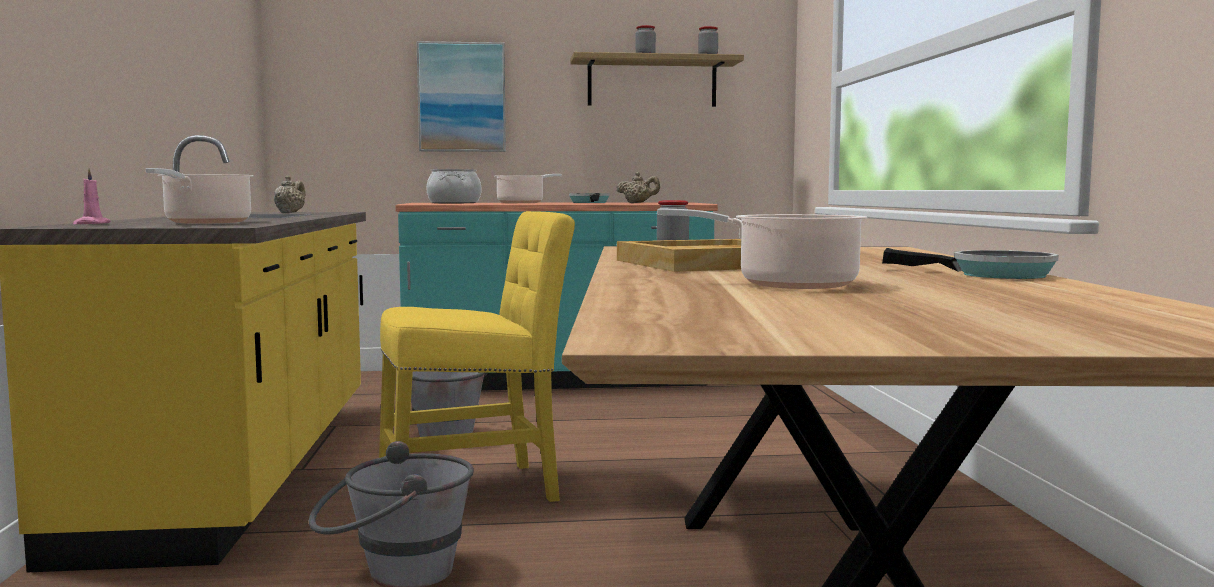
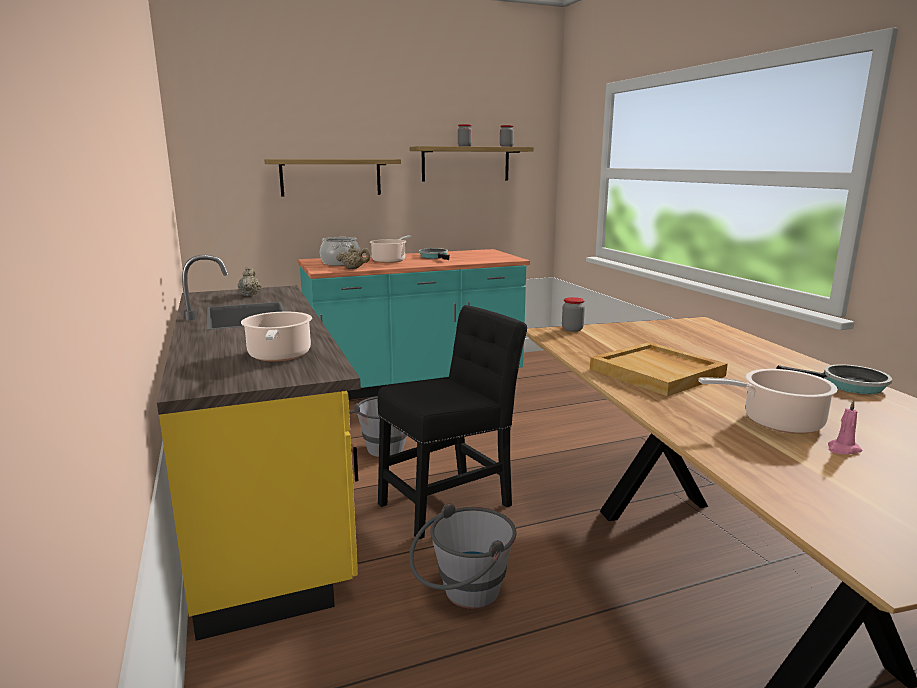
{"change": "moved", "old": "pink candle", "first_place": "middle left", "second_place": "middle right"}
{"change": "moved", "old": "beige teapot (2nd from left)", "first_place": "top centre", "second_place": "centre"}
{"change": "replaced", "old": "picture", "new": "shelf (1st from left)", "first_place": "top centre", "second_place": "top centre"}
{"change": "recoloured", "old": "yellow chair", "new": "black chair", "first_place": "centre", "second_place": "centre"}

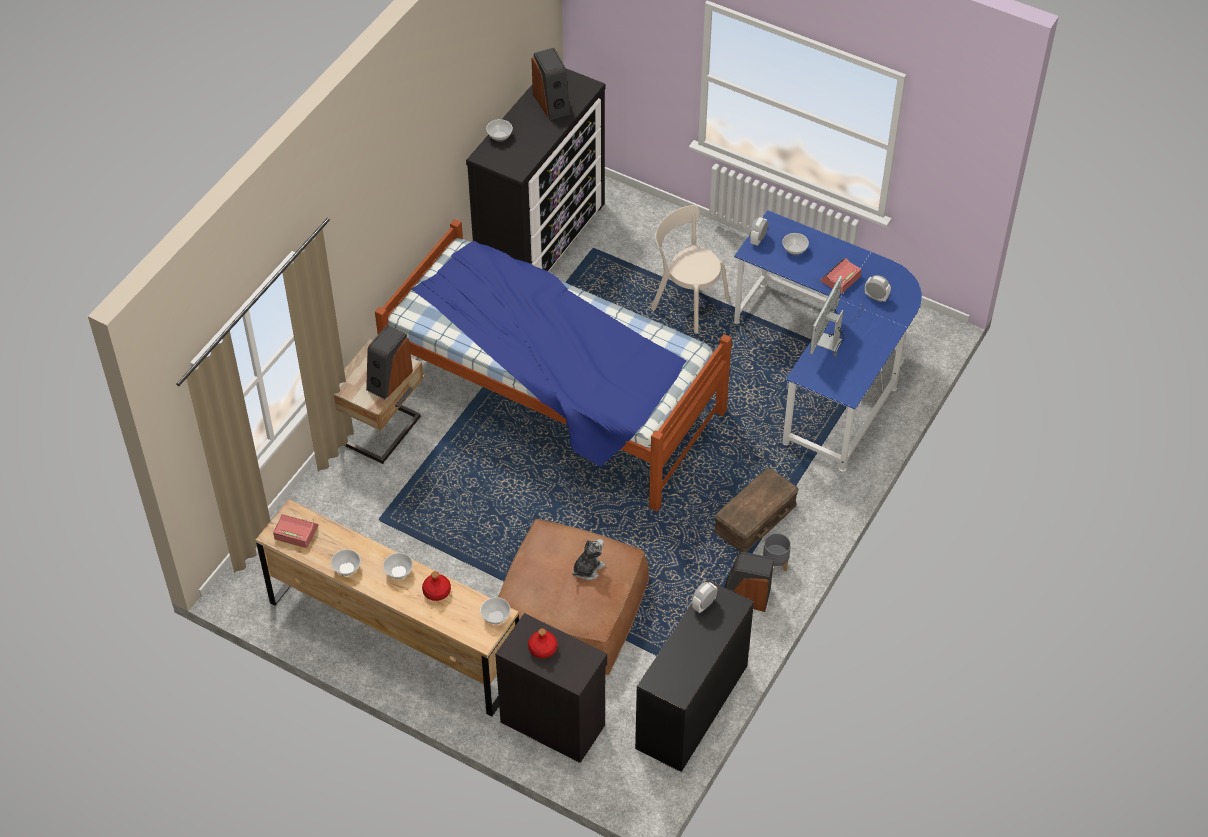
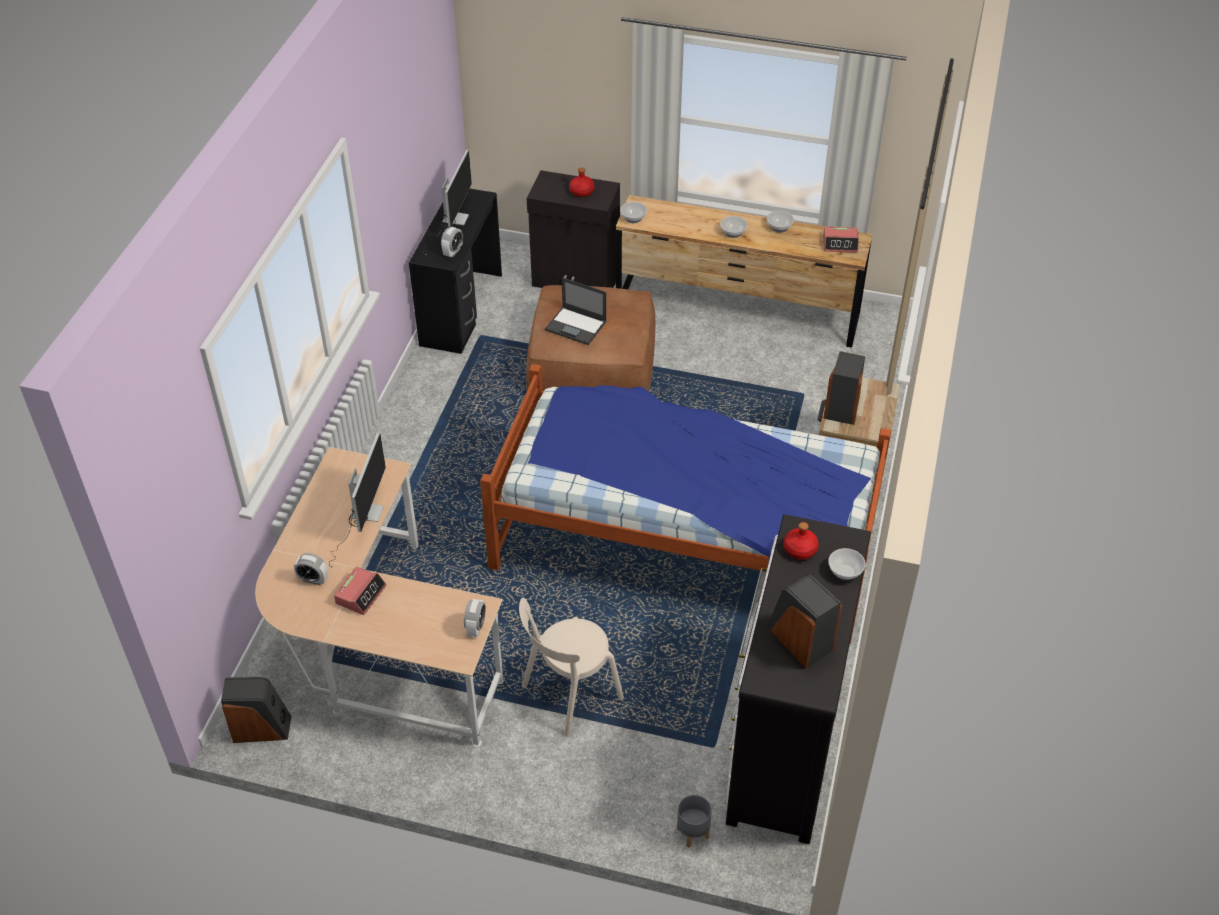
{"change": "removed", "old": "brown storage box", "first_place": "centre"}
{"change": "removed", "old": "bowl (5th from left)", "first_place": "top centre"}
{"change": "added", "new": "monitor (2nd from left)", "second_place": "top centre"}
{"change": "moved", "old": "red bottle (1st from left in the first image)", "new": "red bottle (2nd from left)", "first_place": "bottom centre", "second_place": "centre"}
{"change": "moved", "old": "speaker (3rd from left in the first image)", "new": "speaker (1st from left)", "first_place": "bottom centre", "second_place": "bottom left"}
{"change": "moved", "old": "grey planter", "first_place": "centre", "second_place": "bottom centre"}
{"change": "replaced", "old": "plush toy", "new": "laptop", "first_place": "bottom centre", "second_place": "centre"}
{"change": "recoloured", "old": "blue desk", "new": "beige desk", "first_place": "middle right", "second_place": "middle left"}
{"change": "turned", "old": "beige chair", "first_place": "top centre", "second_place": "bottom centre", "degrees": 120}

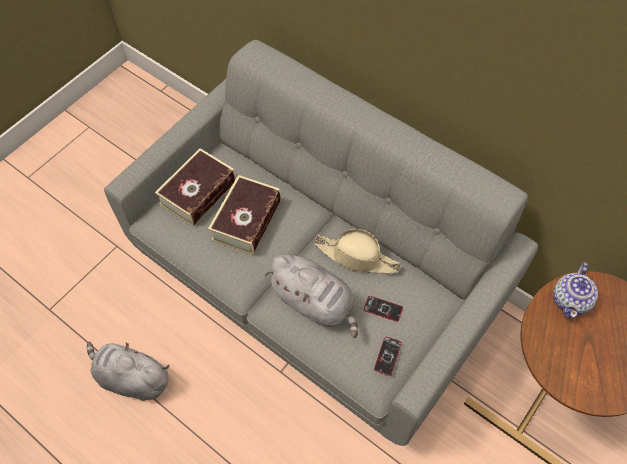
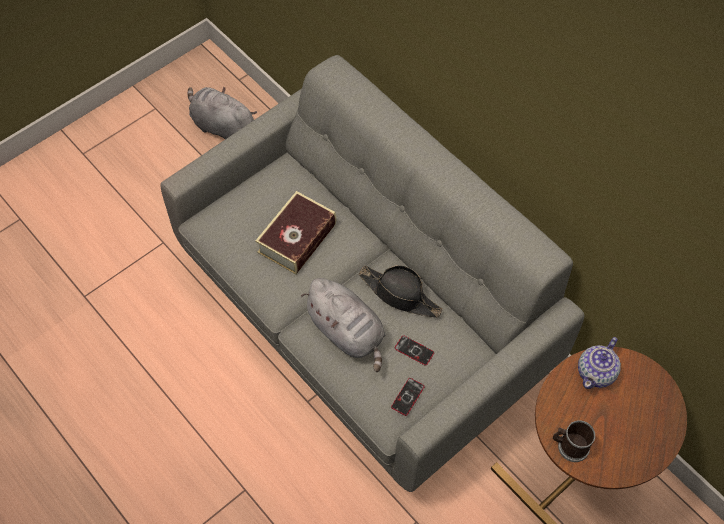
{"change": "removed", "old": "book (1st from left)", "first_place": "middle left"}
{"change": "added", "new": "mug", "second_place": "bottom right"}
{"change": "moved", "old": "grey plush toy (1st from left)", "first_place": "bottom left", "second_place": "top left"}
{"change": "recoloured", "old": "beige hat", "new": "black hat", "first_place": "centre", "second_place": "centre"}

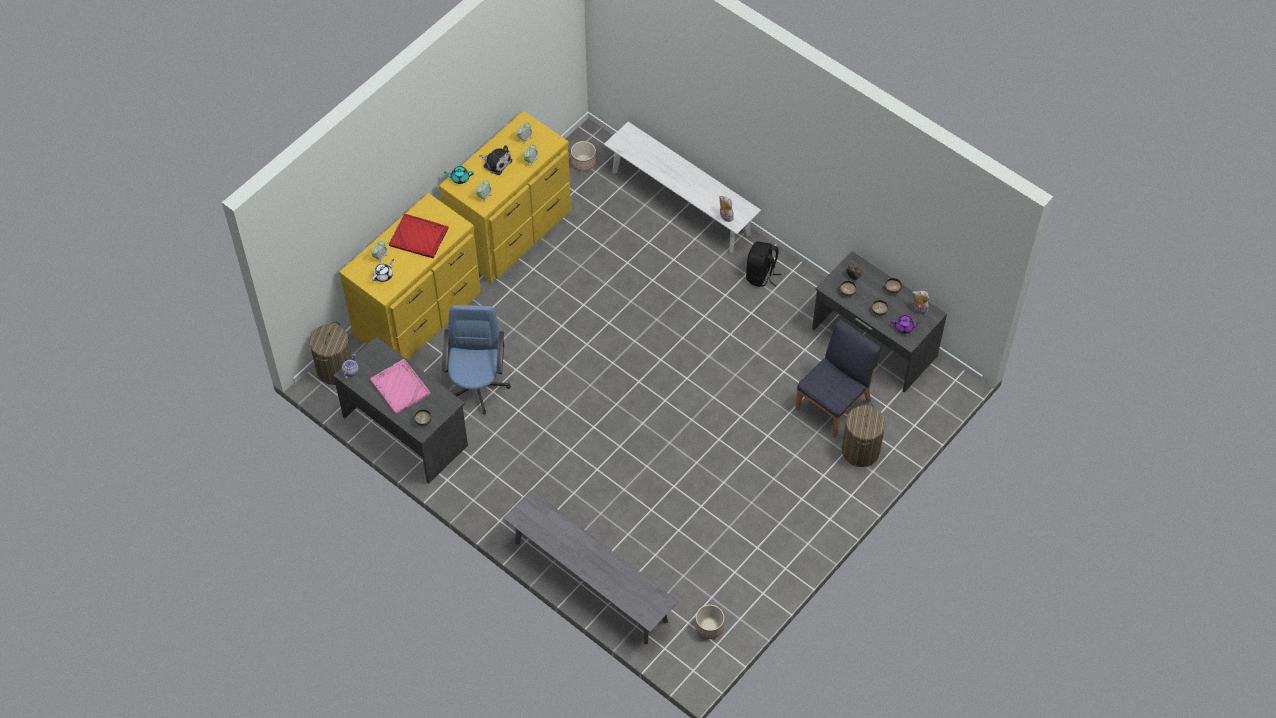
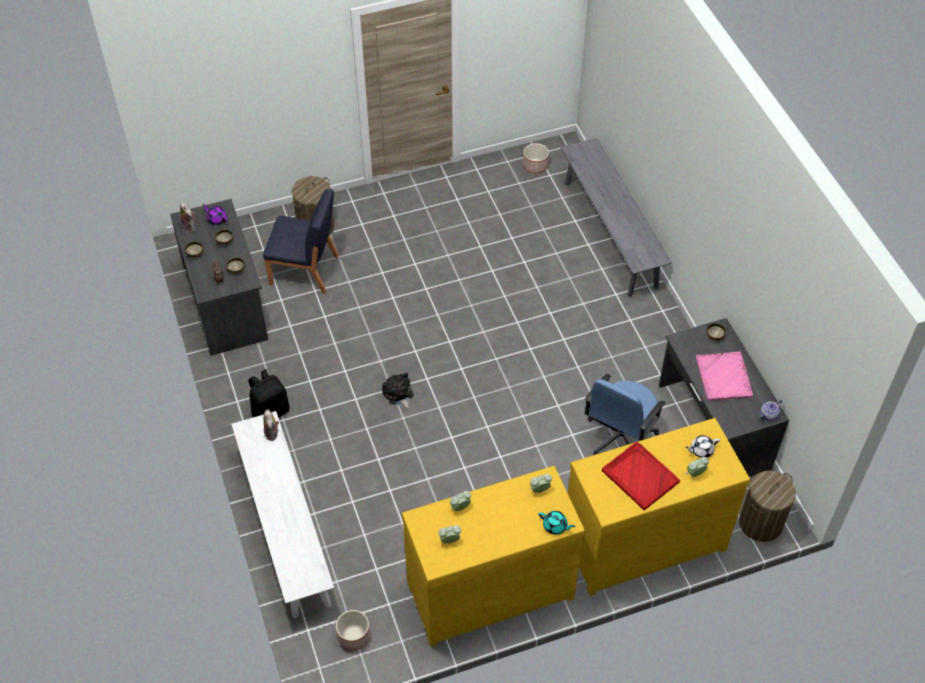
{"change": "moved", "old": "plush toy (1st from left in the first image)", "new": "plush toy (3rd from left)", "first_place": "top centre", "second_place": "centre"}
{"change": "turned", "old": "blue chair", "first_place": "centre", "second_place": "middle left", "degrees": -150}

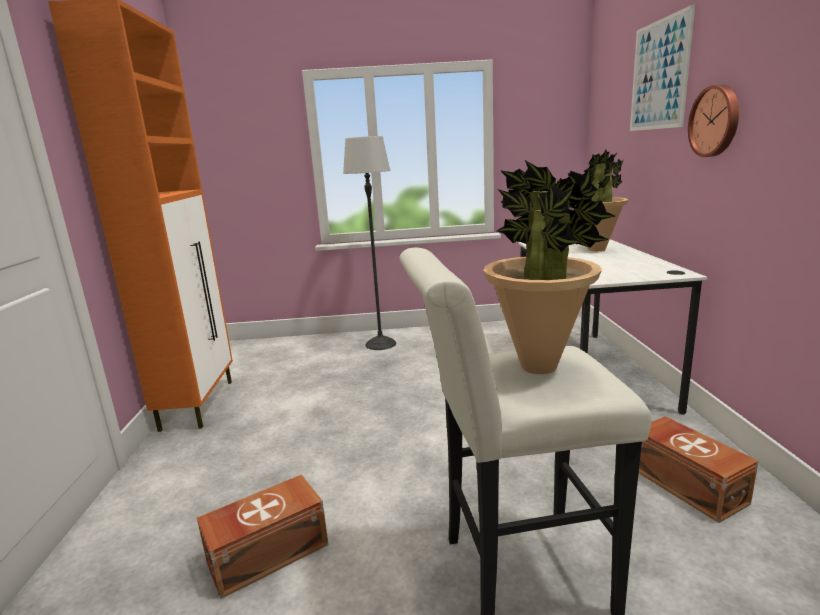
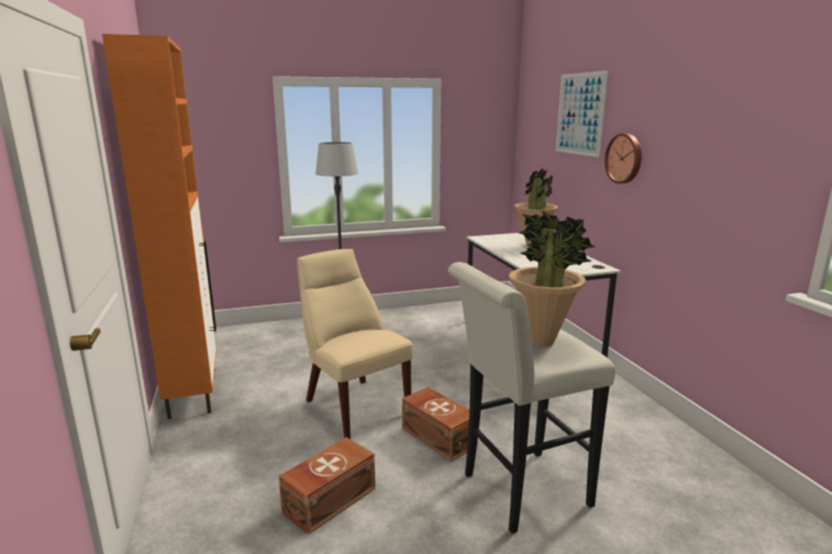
{"change": "added", "new": "beige chair", "second_place": "centre"}
{"change": "moved", "old": "brown storage box (2nd from left)", "first_place": "bottom right", "second_place": "bottom centre"}

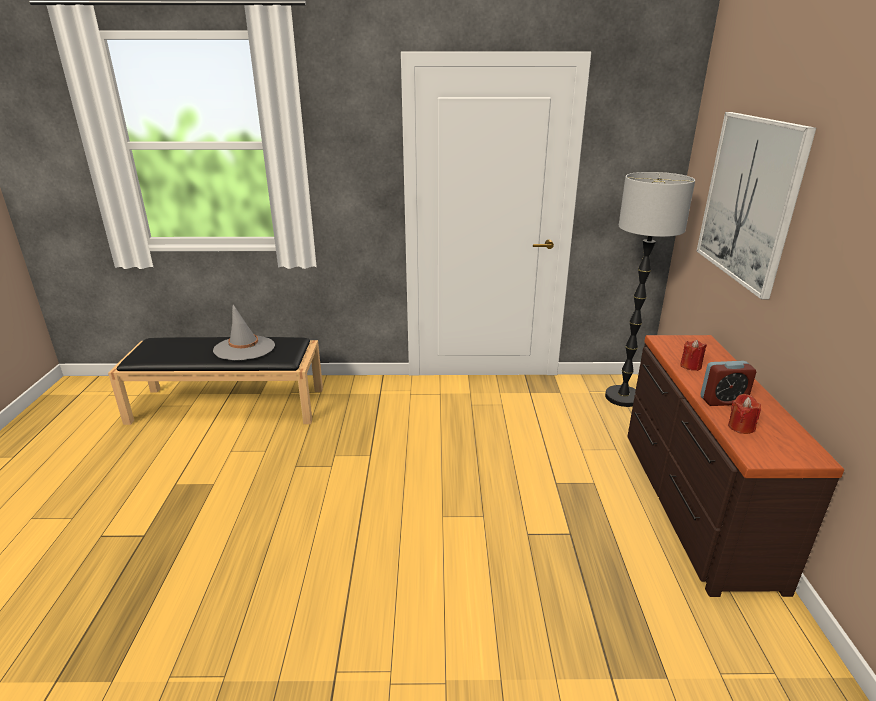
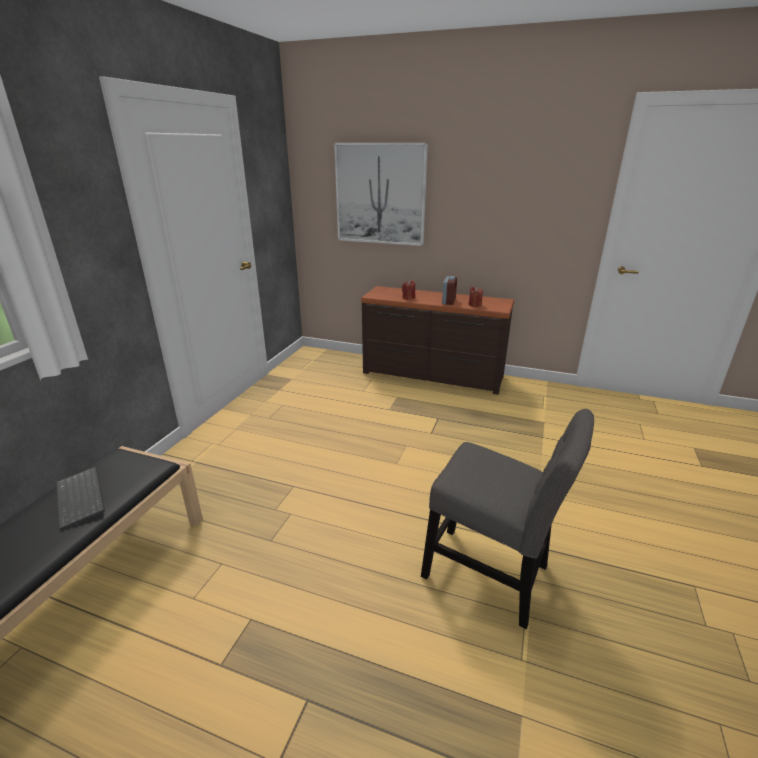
{"change": "removed", "old": "floor lamp", "first_place": "middle right"}
{"change": "added", "new": "grey chair", "second_place": "bottom right"}
{"change": "replaced", "old": "grey hat", "new": "keyboard", "first_place": "middle left", "second_place": "middle left"}

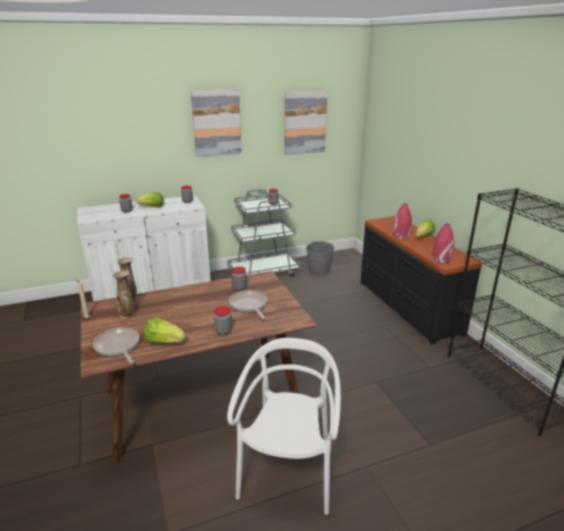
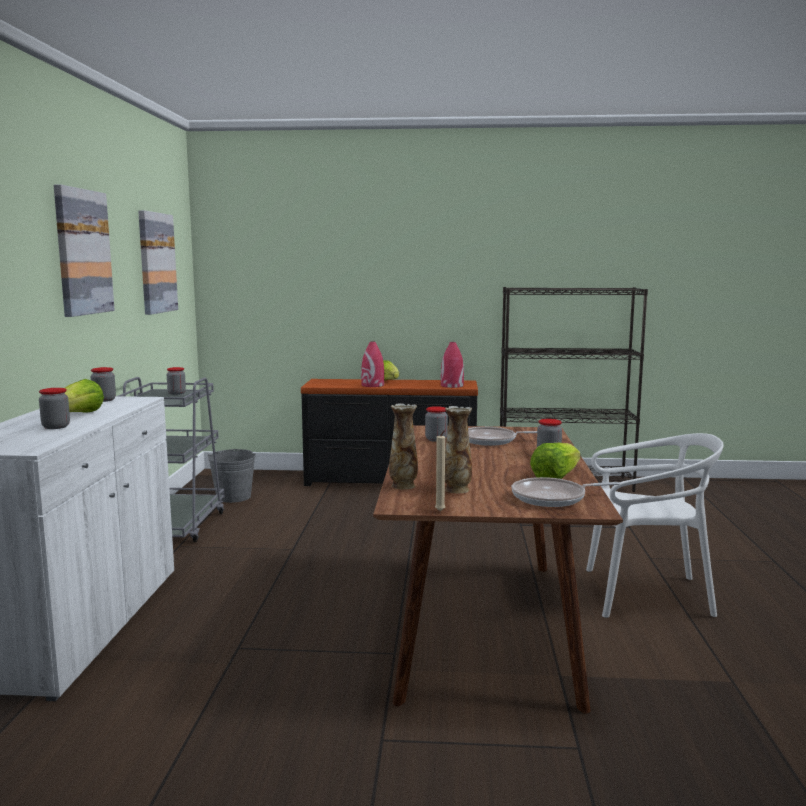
{"change": "turned", "old": "white chair", "first_place": "bottom centre", "second_place": "middle right", "degrees": 150}

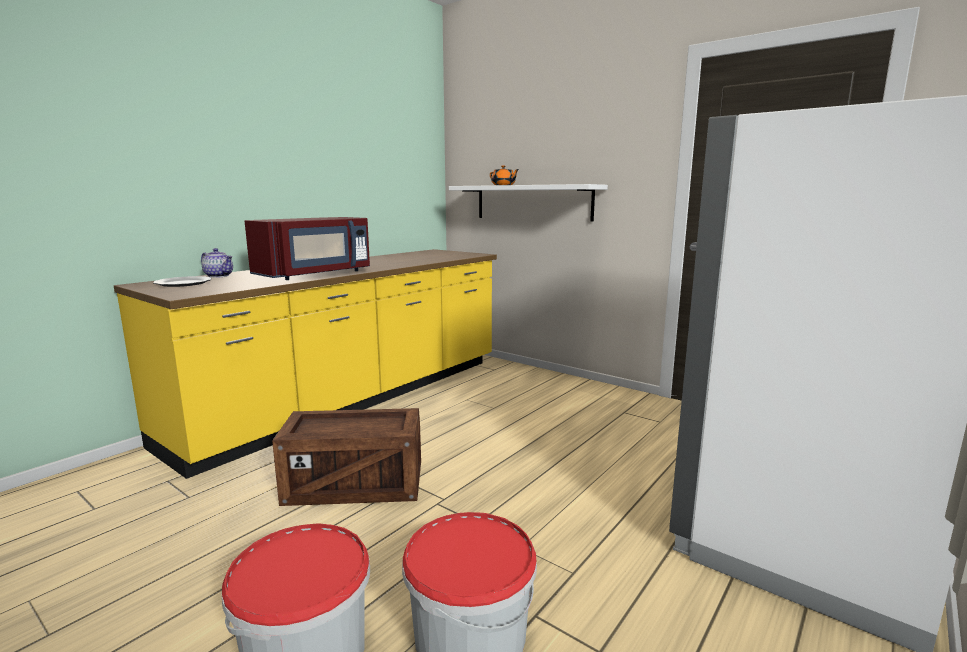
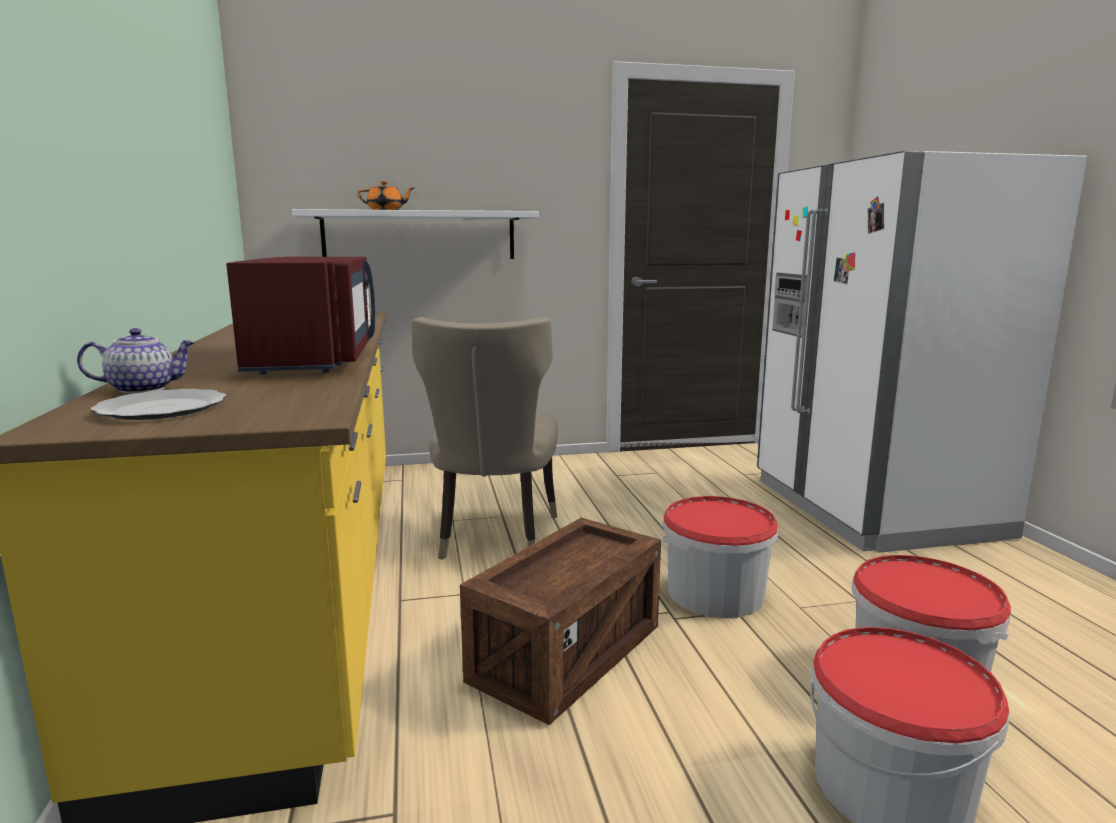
{"change": "added", "new": "beige chair", "second_place": "centre"}
{"change": "added", "new": "bucket (1st from left)", "second_place": "bottom centre"}

